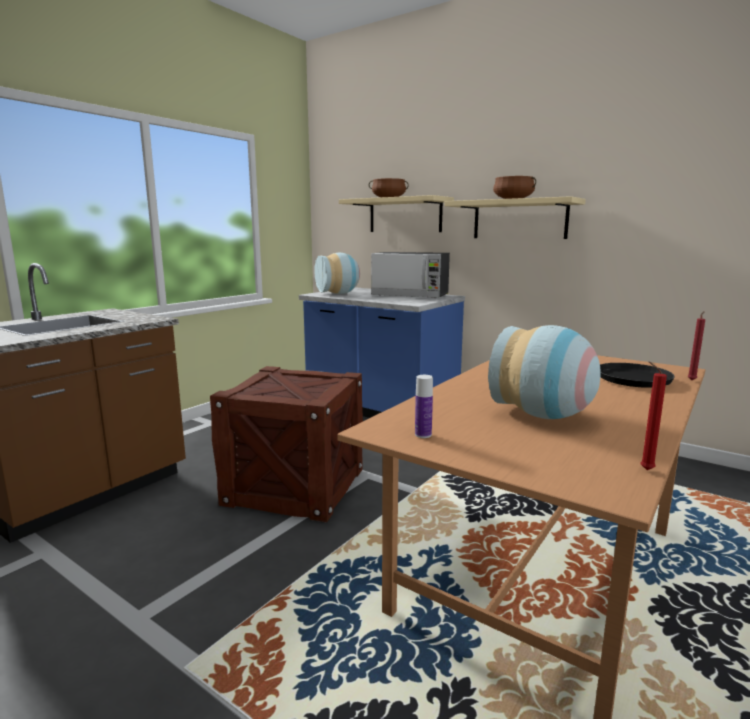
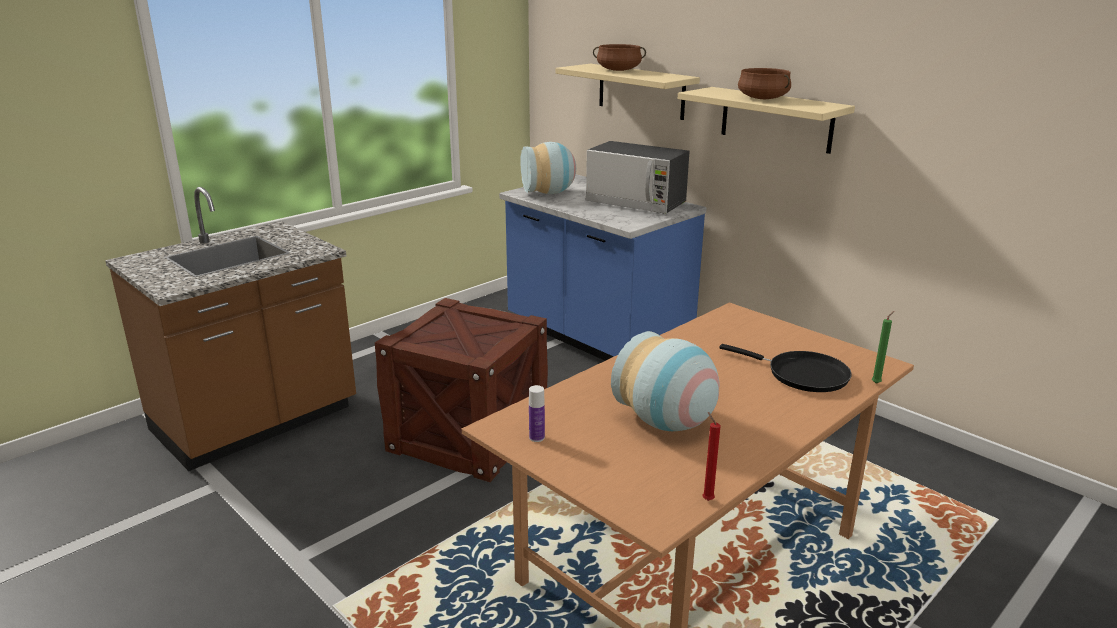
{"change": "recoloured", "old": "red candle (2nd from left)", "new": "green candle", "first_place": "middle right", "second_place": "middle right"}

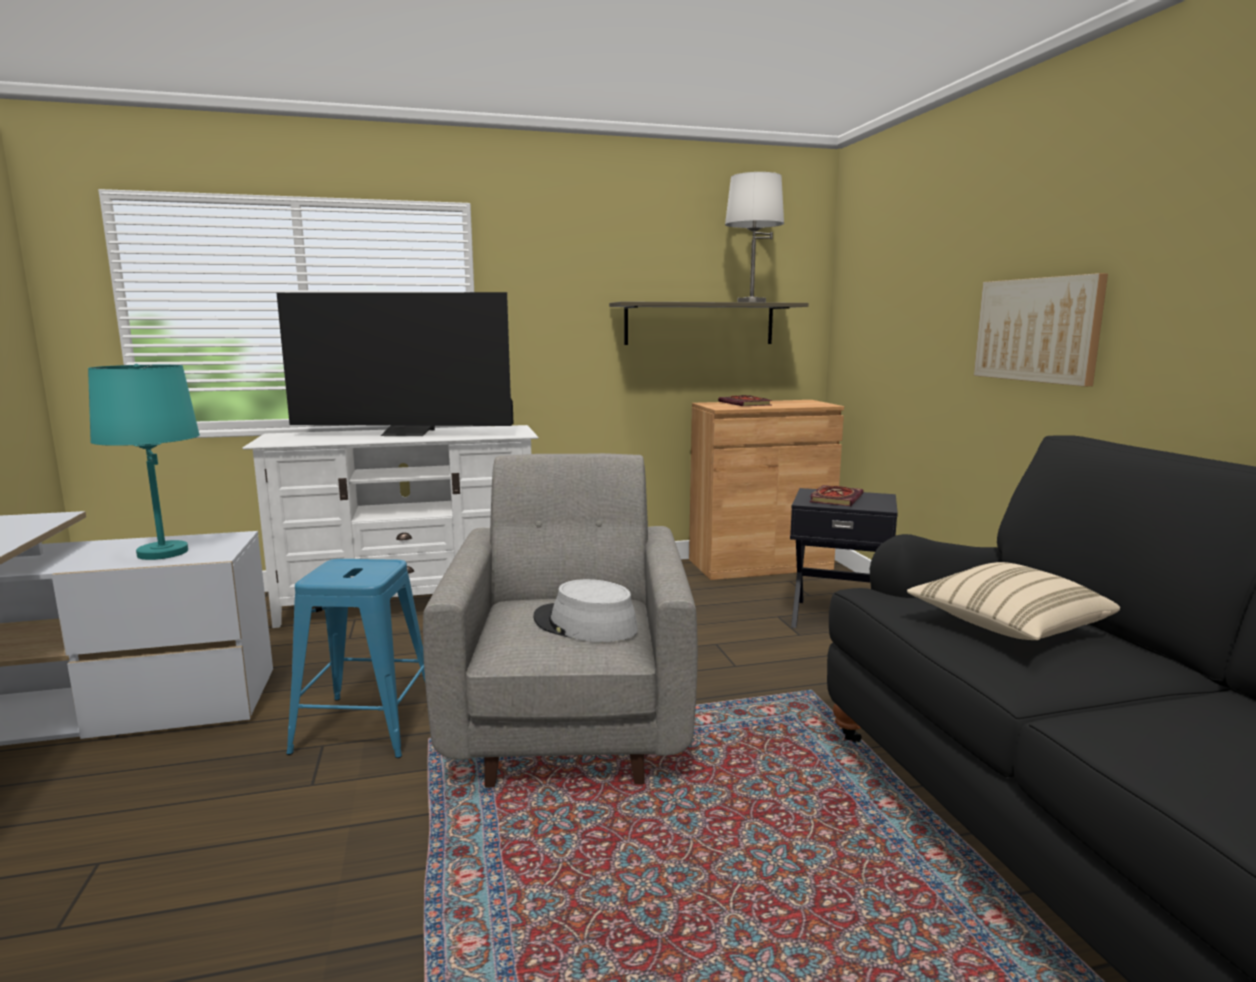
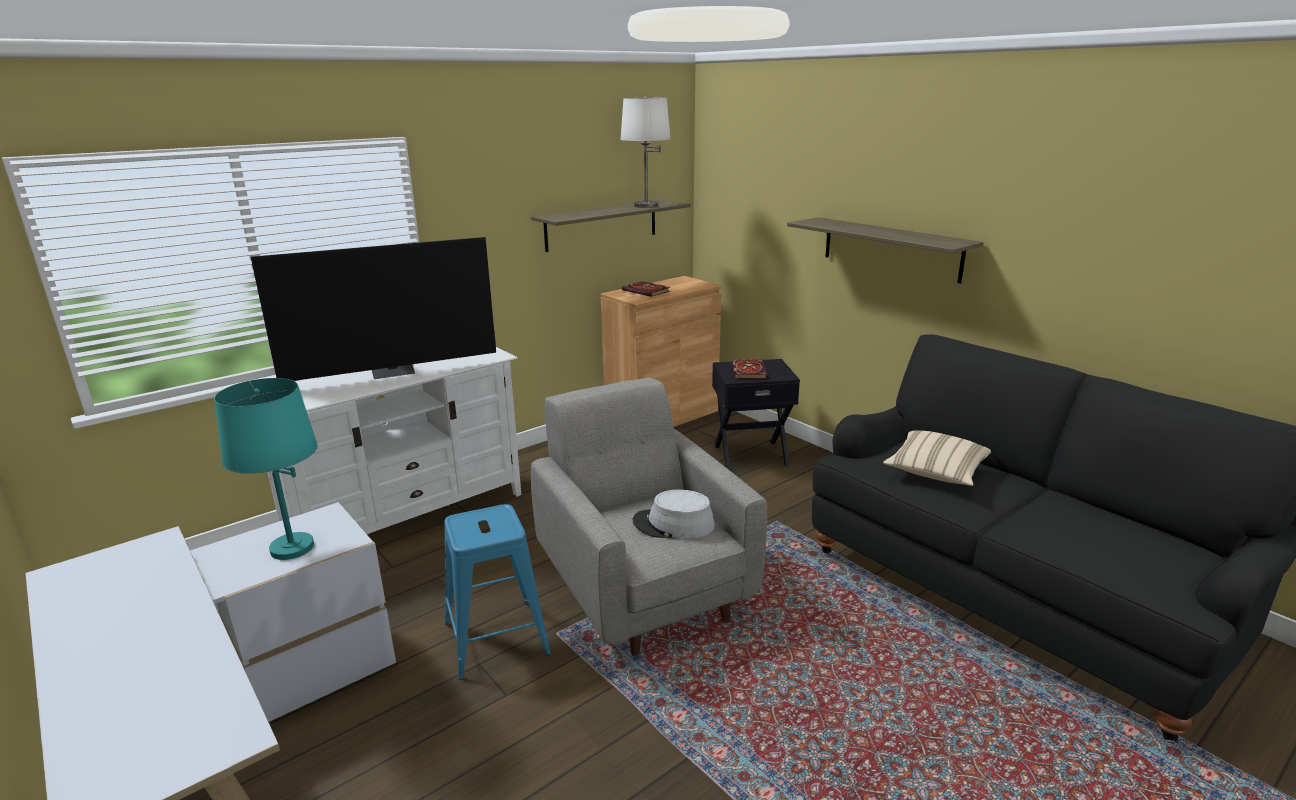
{"change": "replaced", "old": "picture", "new": "shelf (2nd from left)", "first_place": "middle right", "second_place": "top right"}

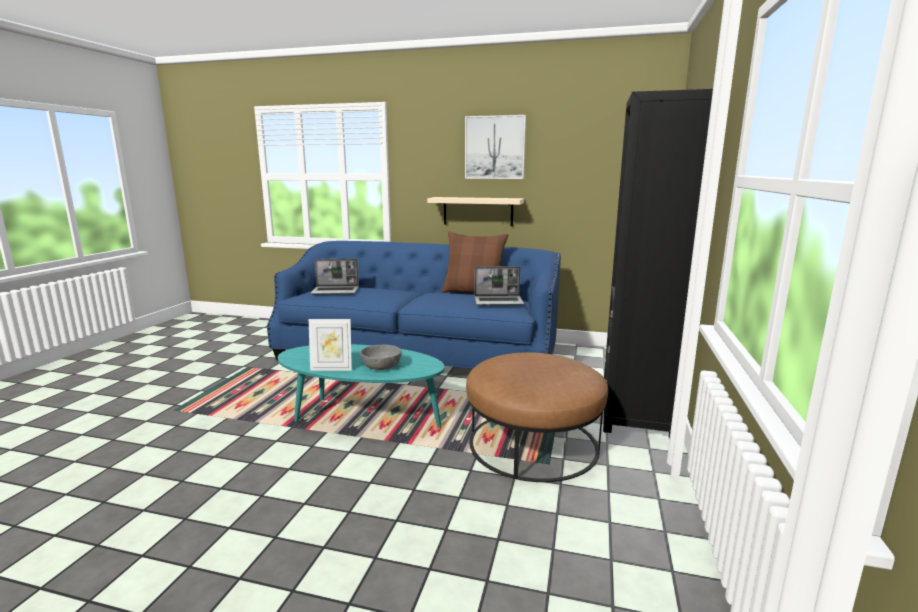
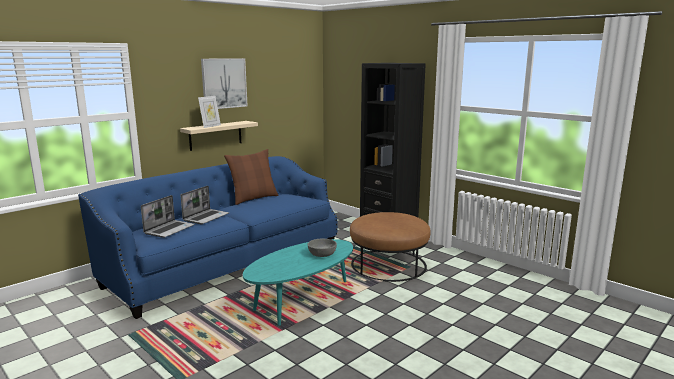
{"change": "moved", "old": "picture frame", "first_place": "centre", "second_place": "top left"}
{"change": "moved", "old": "laptop (2nd from left)", "first_place": "centre", "second_place": "middle left"}

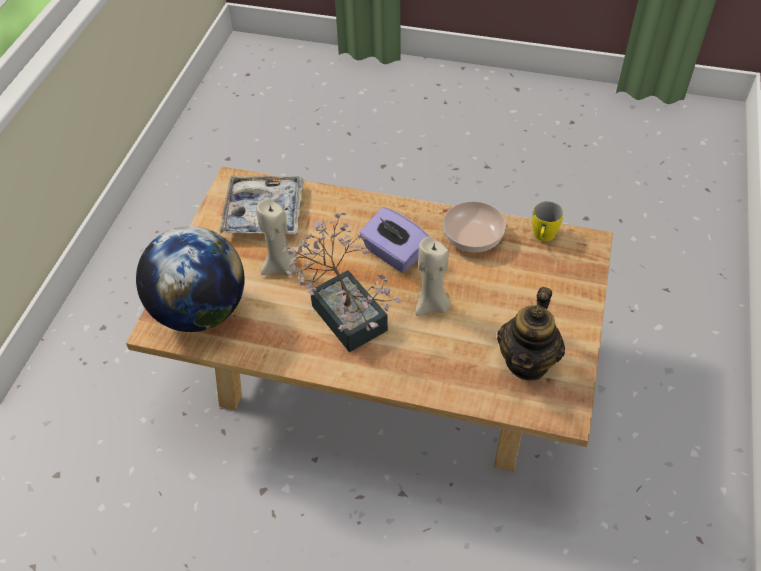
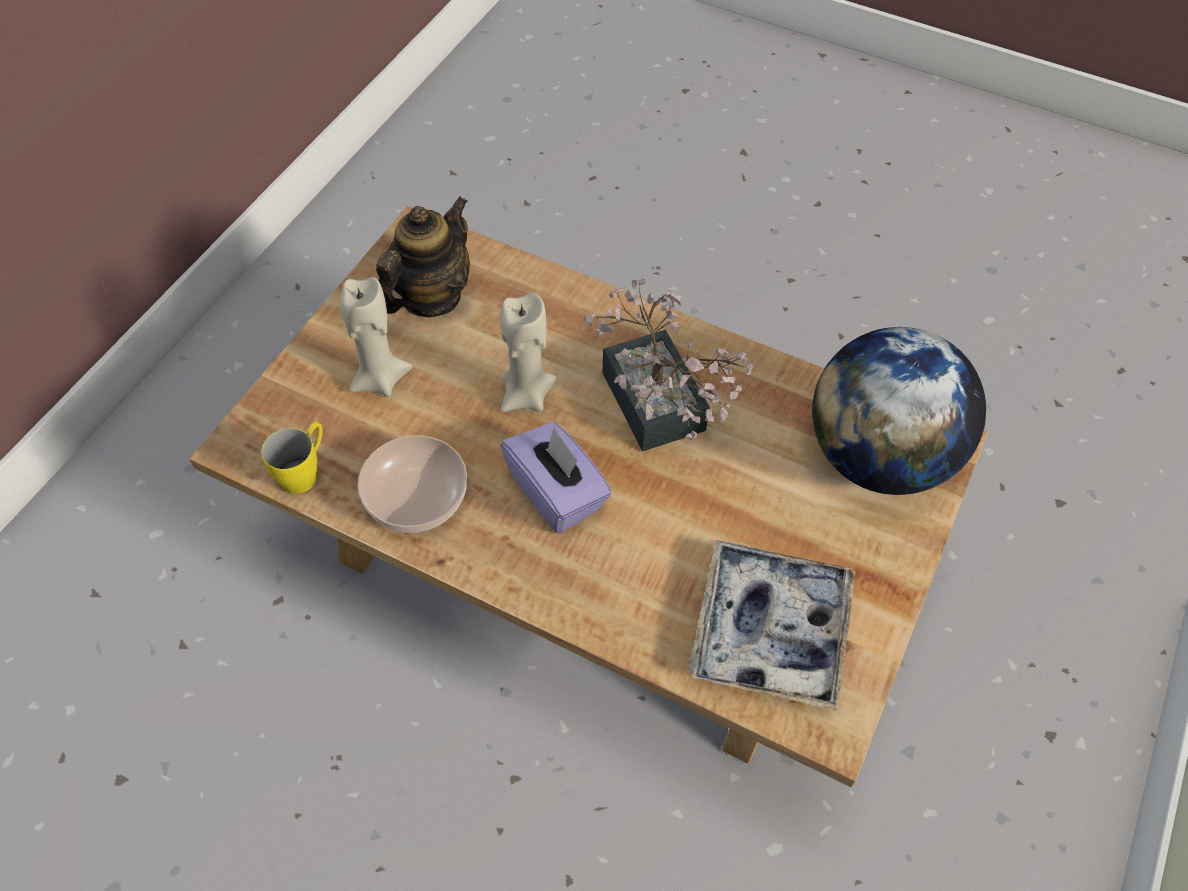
{"change": "moved", "old": "beige candle (1st from left)", "first_place": "centre", "second_place": "middle left"}

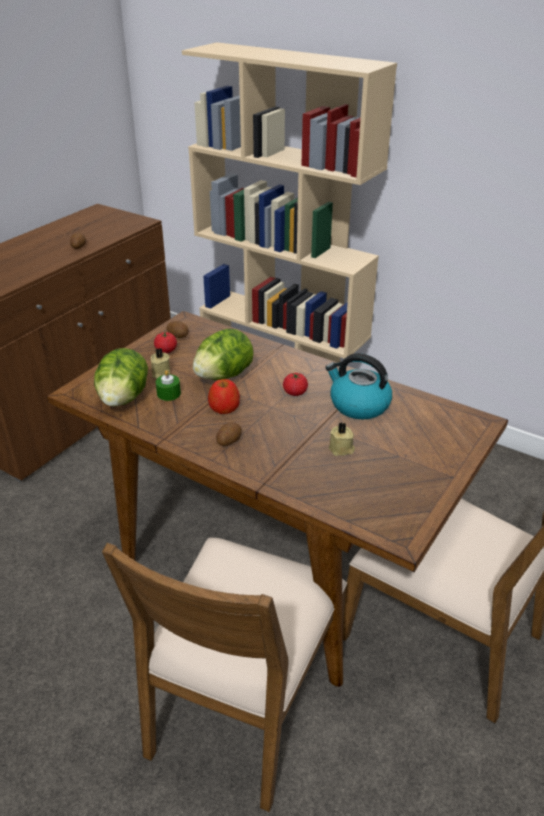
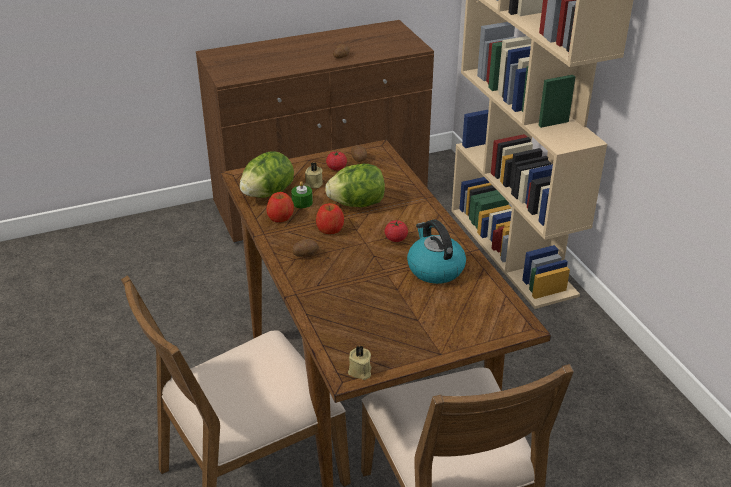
{"change": "added", "new": "apple (1st from left)", "second_place": "centre"}
{"change": "moved", "old": "beige candle (2nd from left)", "first_place": "centre", "second_place": "bottom centre"}

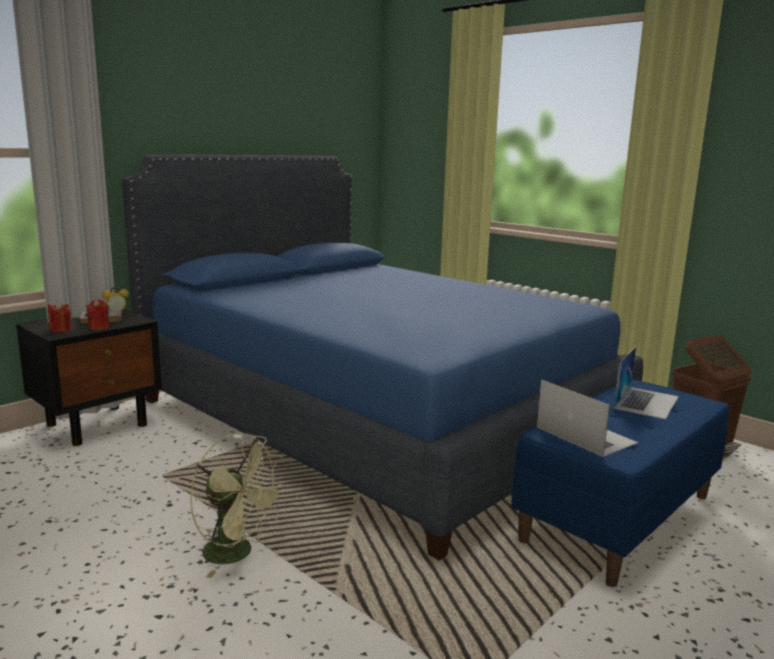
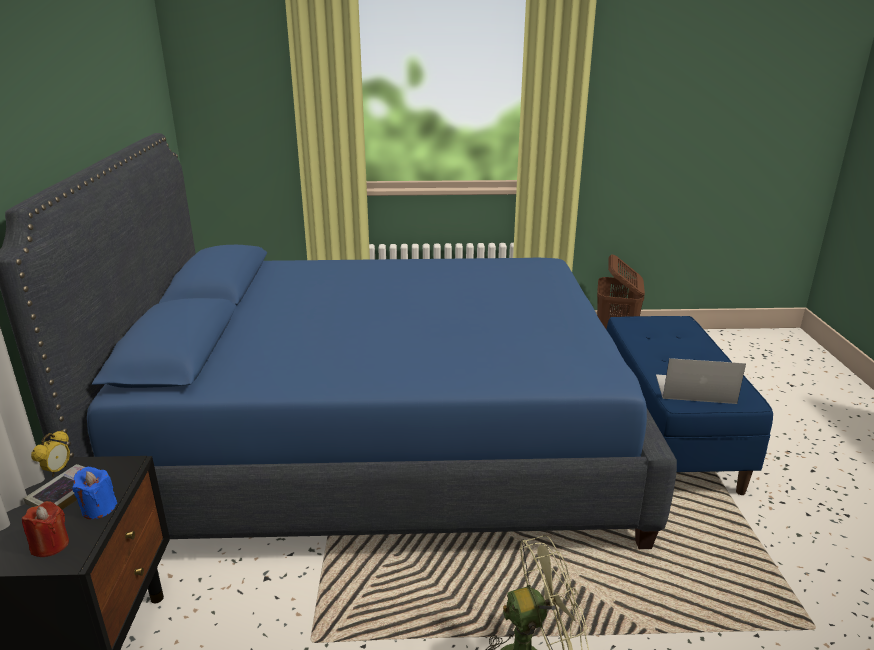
{"change": "removed", "old": "laptop (2nd from left)", "first_place": "middle right"}
{"change": "recoloured", "old": "red candle (2nd from left)", "new": "blue candle", "first_place": "middle left", "second_place": "bottom left"}

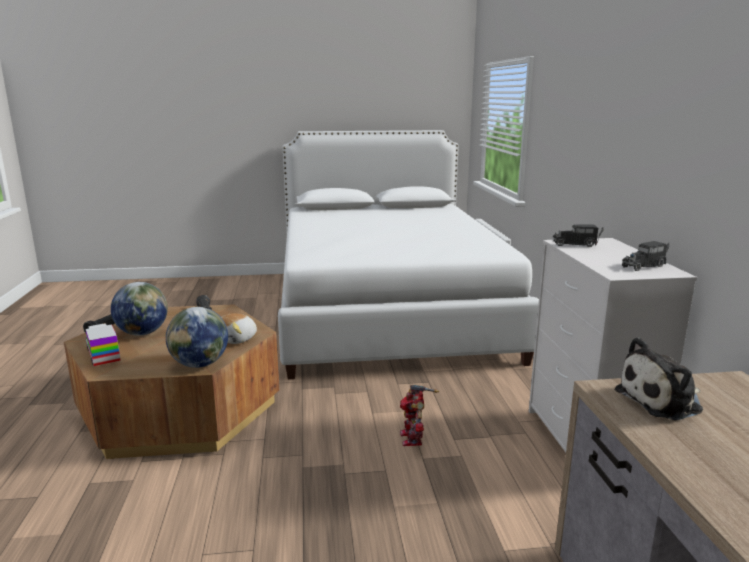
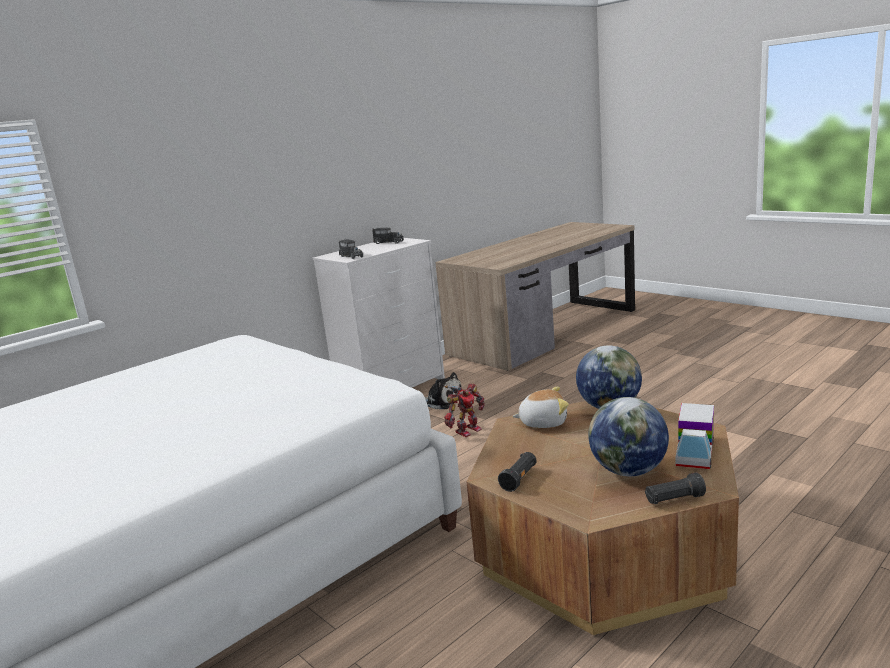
{"change": "moved", "old": "plush toy (2nd from left in the first image)", "new": "plush toy (1st from left)", "first_place": "bottom right", "second_place": "centre"}

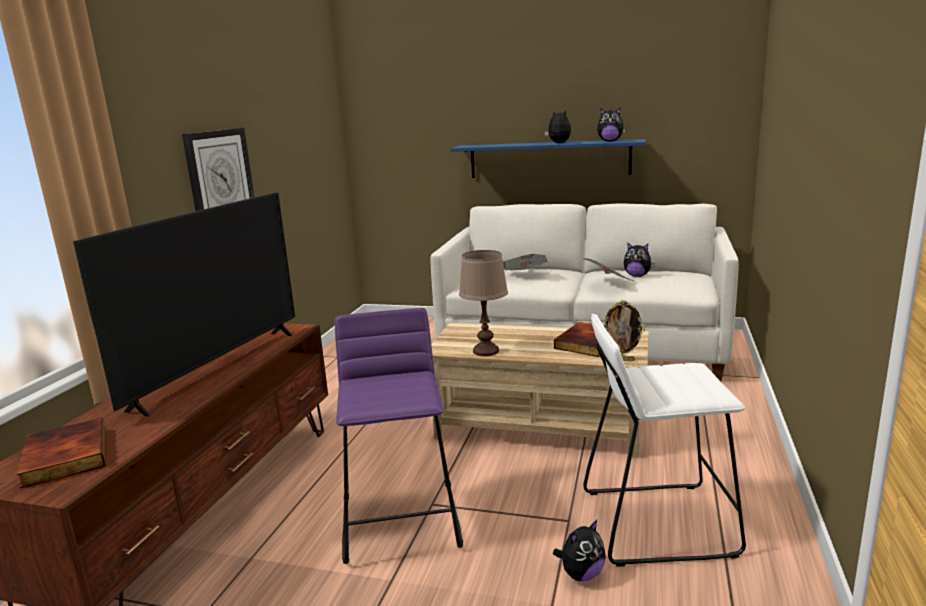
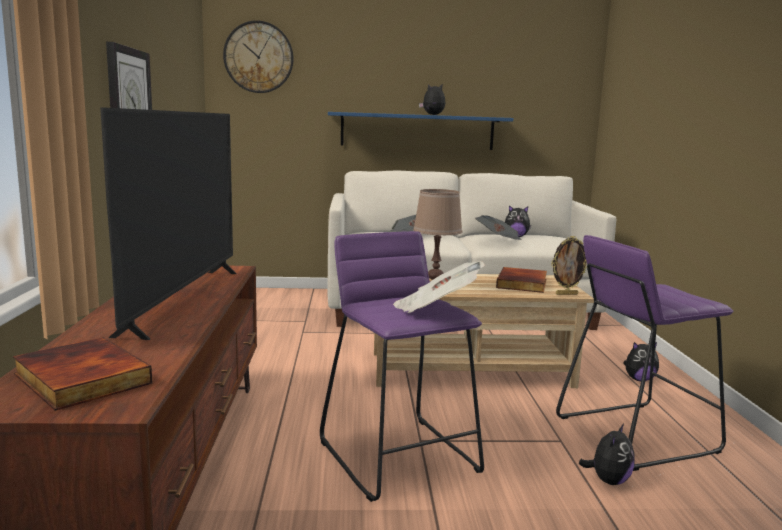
{"change": "added", "new": "wall clock (2nd from left)", "second_place": "top left"}
{"change": "added", "new": "newspaper (2nd from left)", "second_place": "centre"}
{"change": "moved", "old": "plush toy (3rd from left in the first image)", "new": "plush toy (4th from left)", "first_place": "top centre", "second_place": "bottom right"}
{"change": "recoloured", "old": "white stool", "new": "purple stool (2nd from left)", "first_place": "bottom right", "second_place": "middle right"}

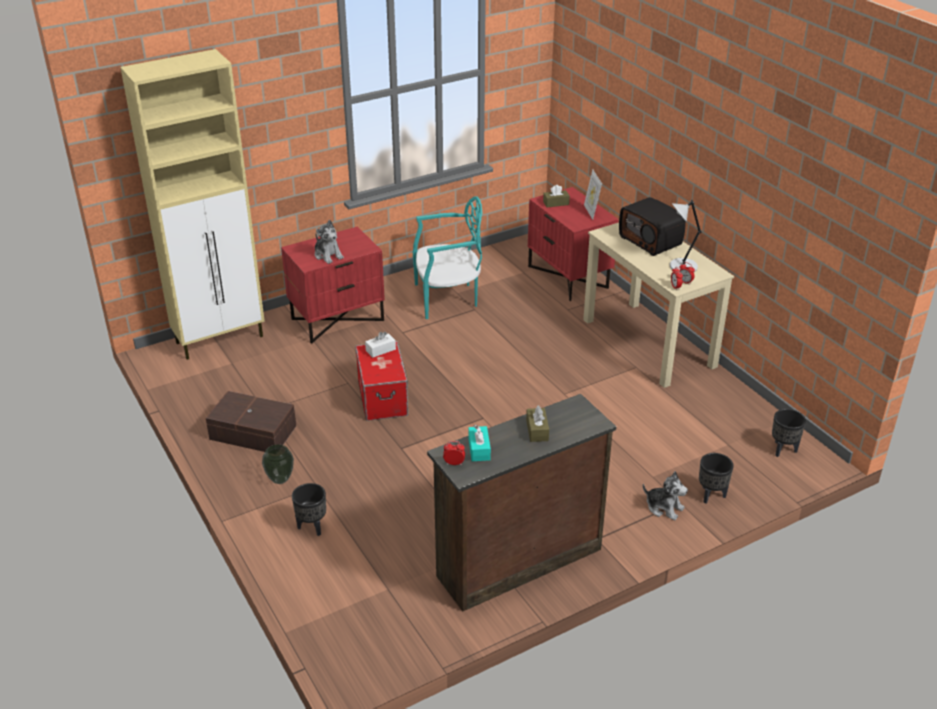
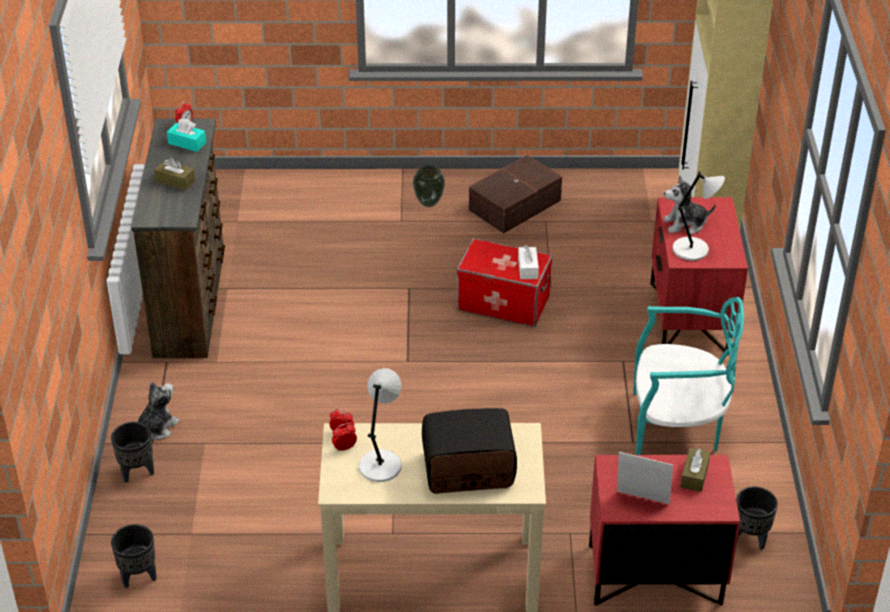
{"change": "added", "new": "grey table lamp (2nd from left)", "second_place": "middle right"}
{"change": "moved", "old": "black planter (1st from left in the first image)", "new": "black planter (3rd from left)", "first_place": "bottom left", "second_place": "bottom right"}
{"change": "turned", "old": "turquoise chair", "first_place": "centre", "second_place": "middle right", "degrees": -105}
{"change": "turned", "old": "plush toy (2nd from left in the first image)", "first_place": "bottom right", "second_place": "bottom left", "degrees": 150}

